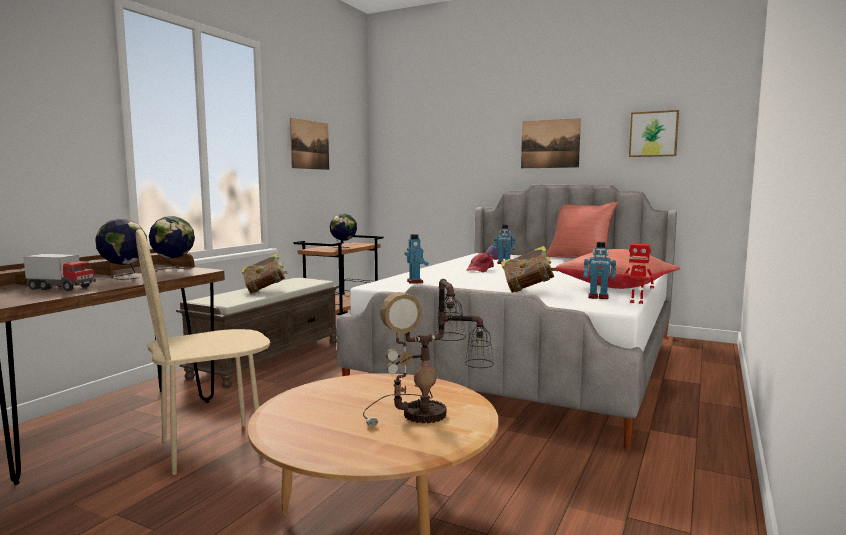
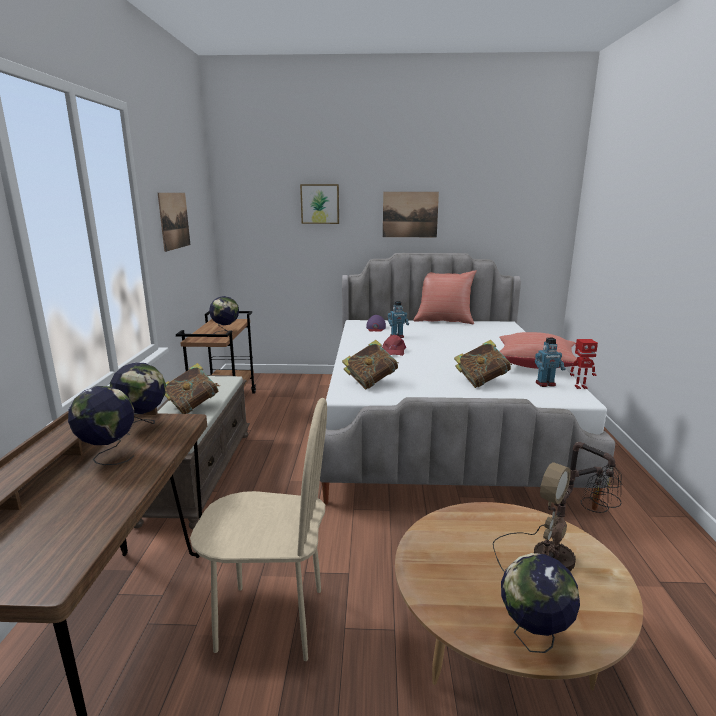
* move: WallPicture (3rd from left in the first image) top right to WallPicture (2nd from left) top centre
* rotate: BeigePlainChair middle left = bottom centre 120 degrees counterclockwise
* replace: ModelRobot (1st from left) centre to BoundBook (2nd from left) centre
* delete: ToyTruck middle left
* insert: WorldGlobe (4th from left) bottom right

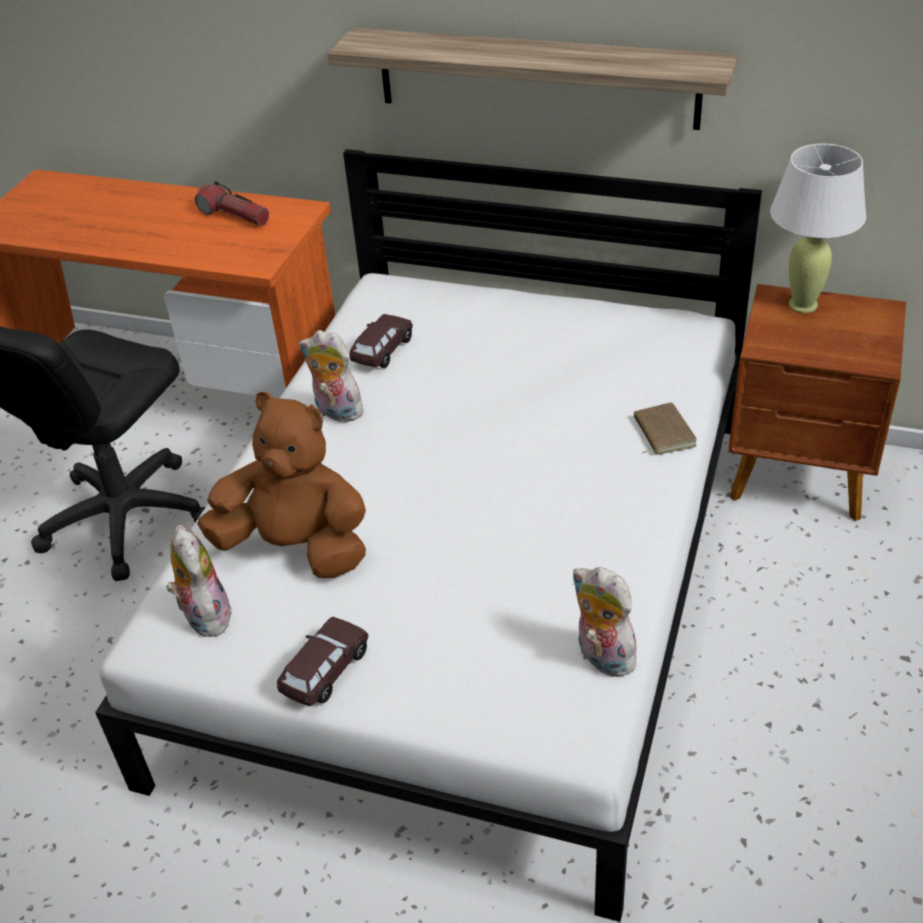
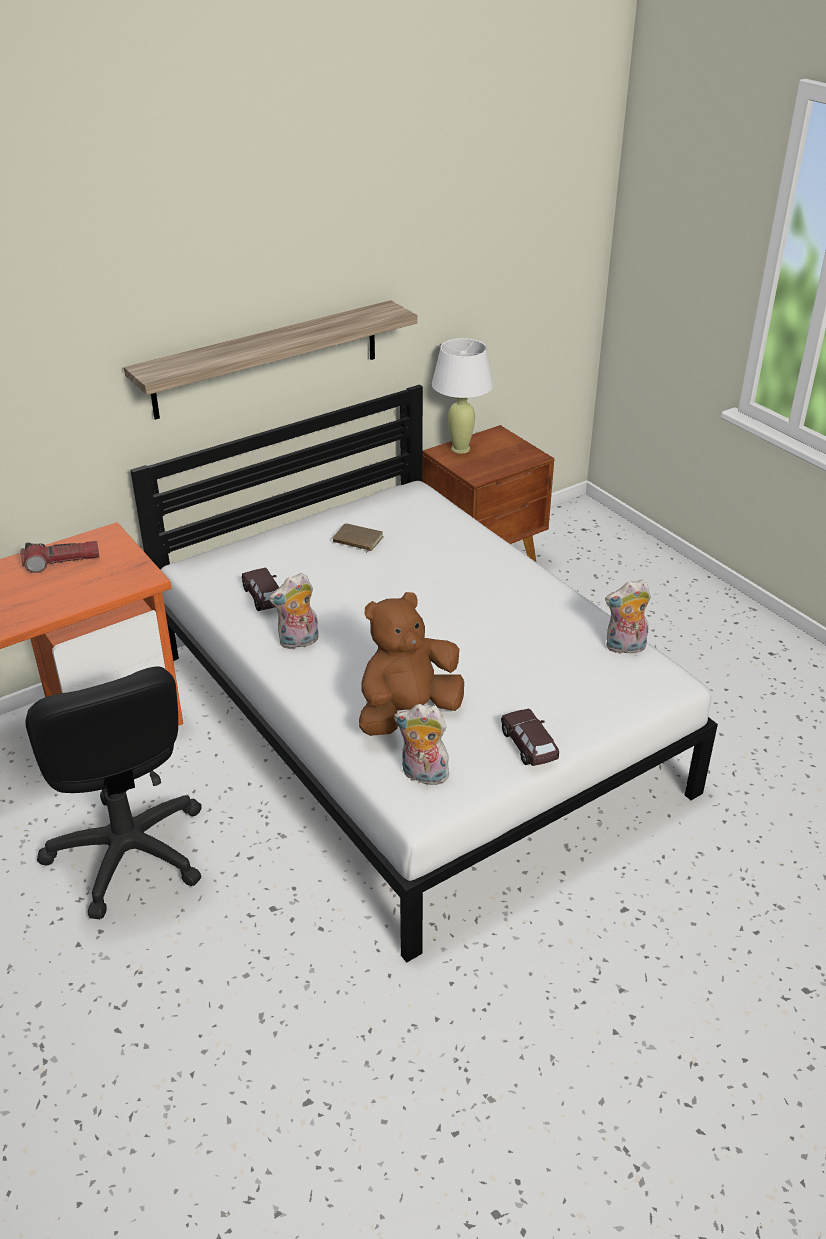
* move: BrownishBoundBook middle right to centre

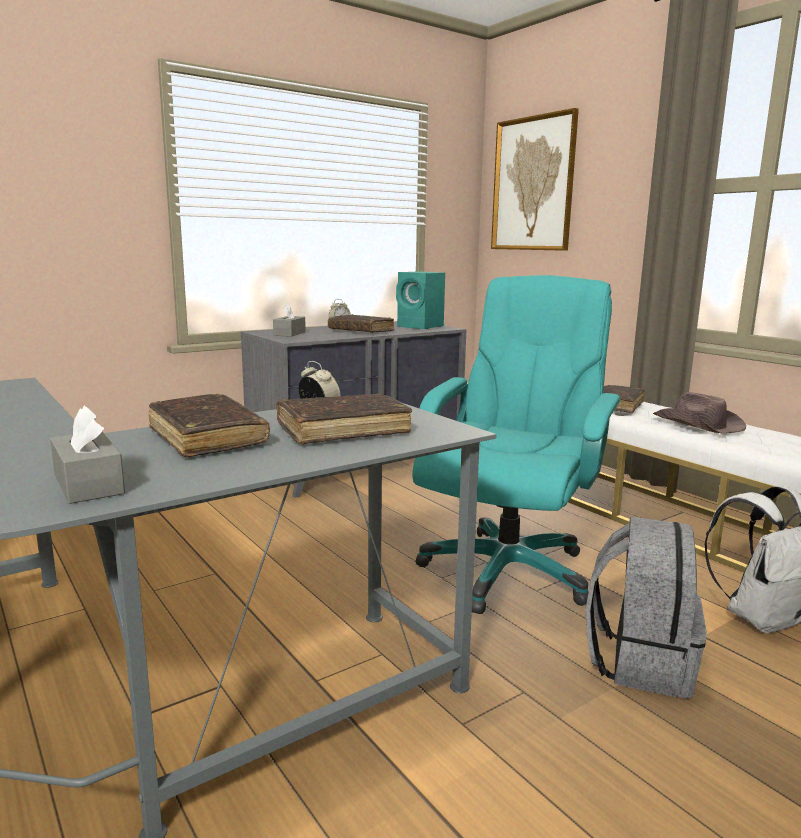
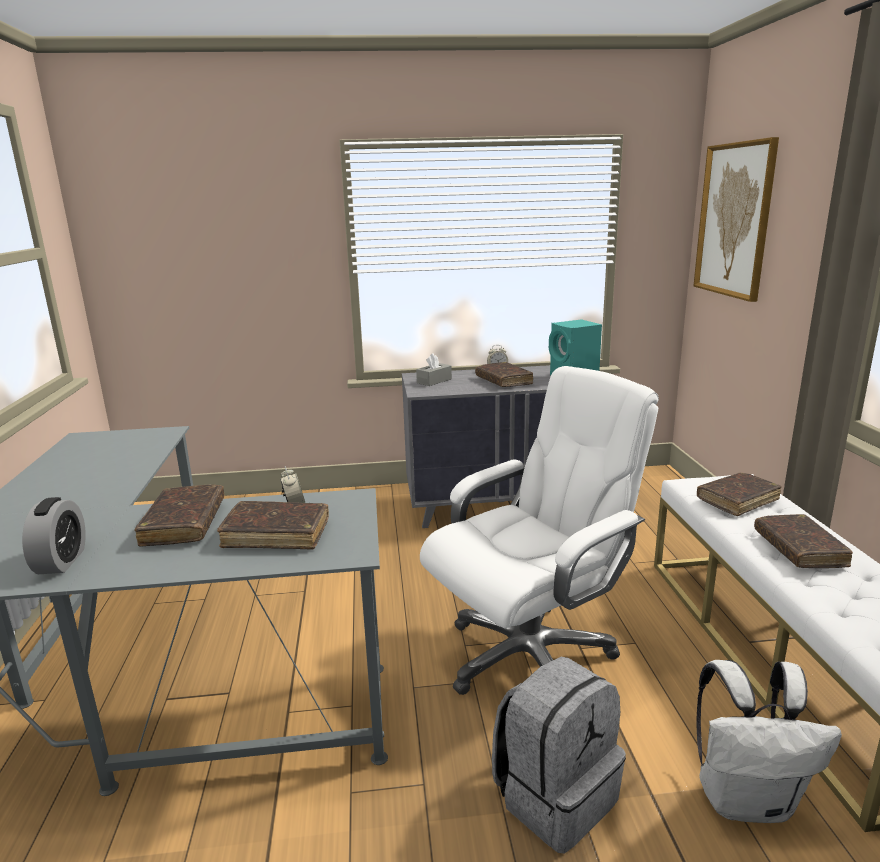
* recolor: BlueGreenComputerChair centre to WhiteComputerChair centre
* replace: BrownishHat middle right to BrownishBoundBook (5th from left) middle right
* replace: GreyishTissueHolder (1st from left) middle left to TableClock (1st from left) middle left

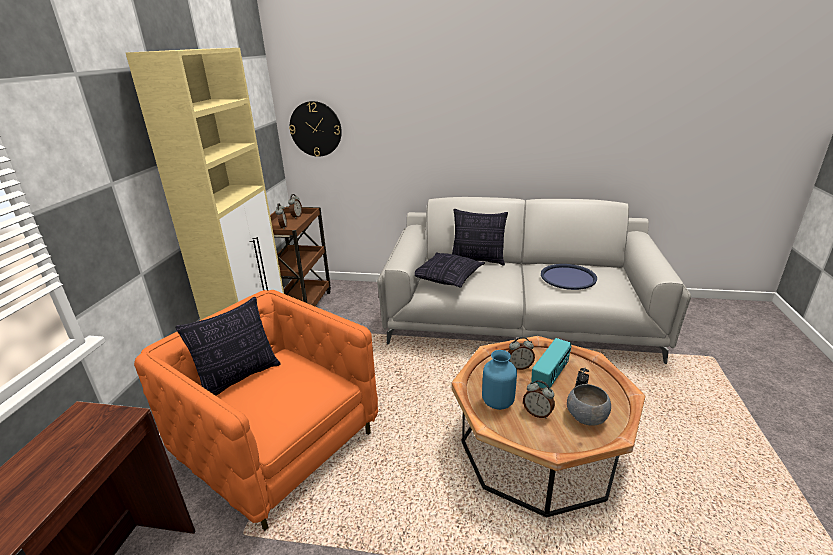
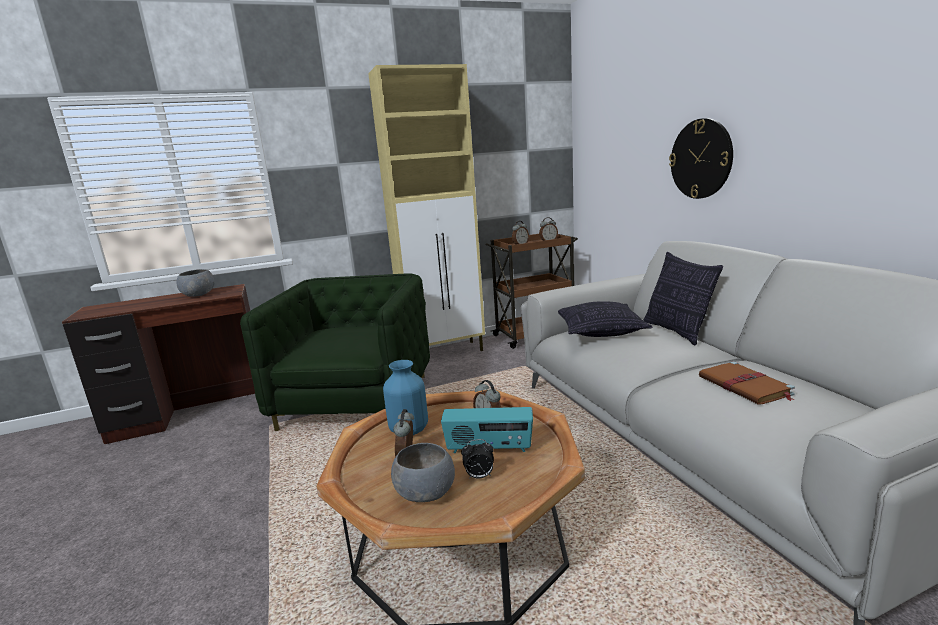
* move: HangingClock top centre to top right
* replace: BluishServingTray middle right to BrownishBoundBook middle right
* recolor: OrangeEasyChair bottom left to GreenColouredEasyChair centre
* delete: ThrowPillow (1st from left) middle left
* insert: GreyishServingBowl (1st from left) middle left

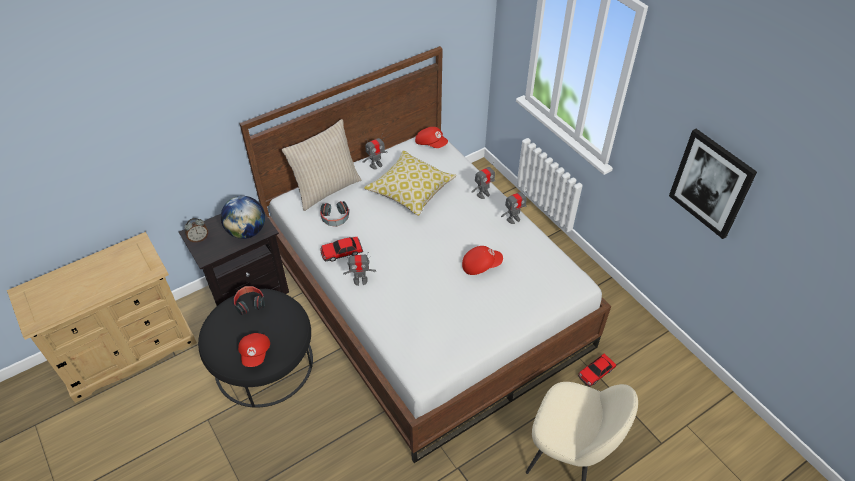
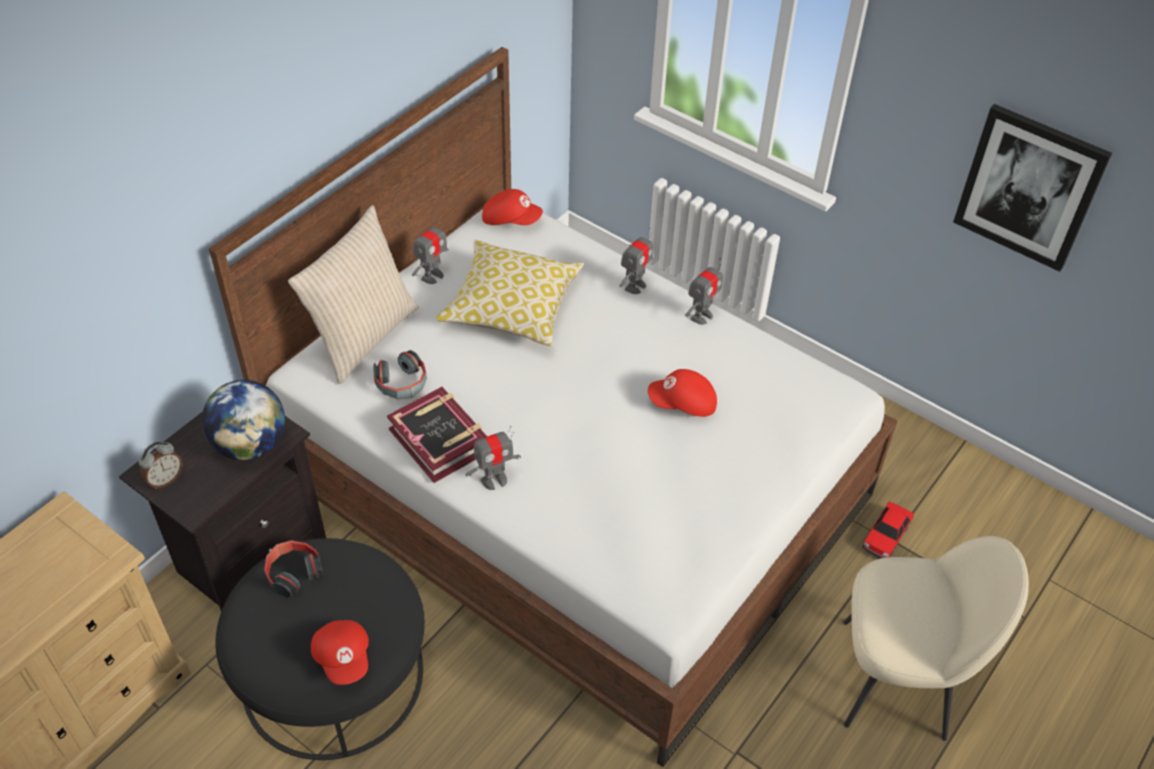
* replace: MiniatureCar (1st from left) centre to BoundBook centre
* rotate: ReddishBaseballCap (3rd from left) centre = centre 150 degrees counterclockwise

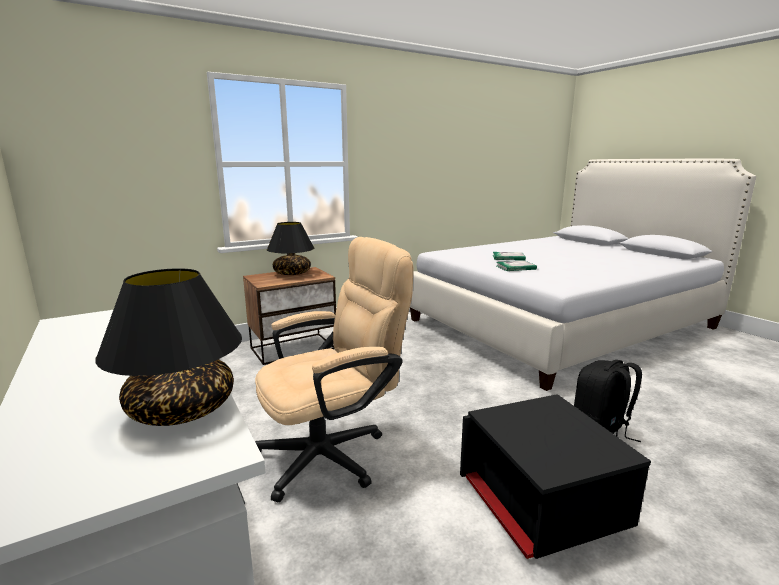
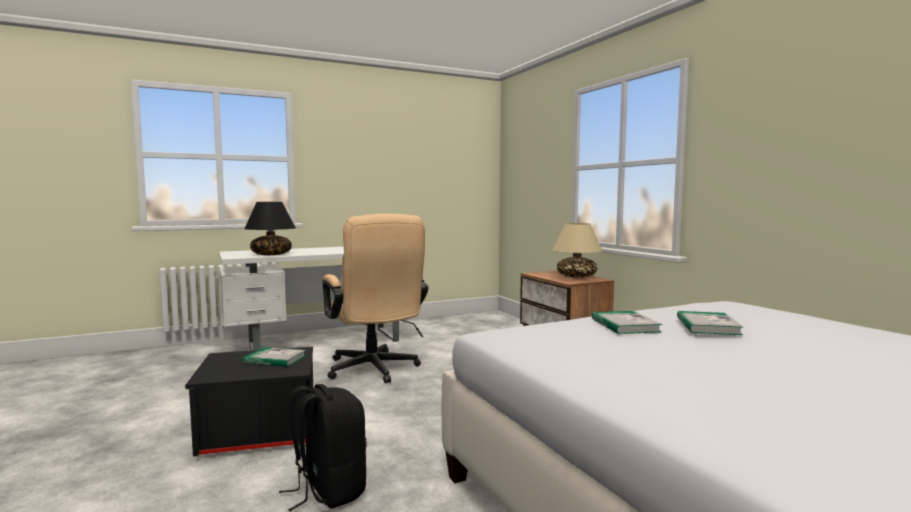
* recolor: BlackColouredTableLamp (2nd from left) centre to BeigeTableLamp centre
* insert: BoundBook (1st from left) bottom left

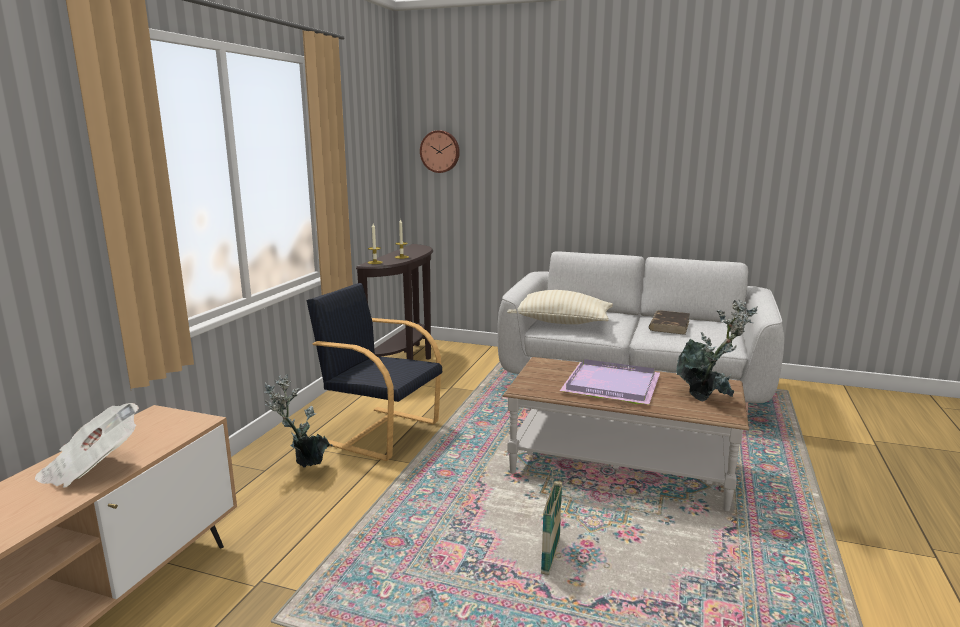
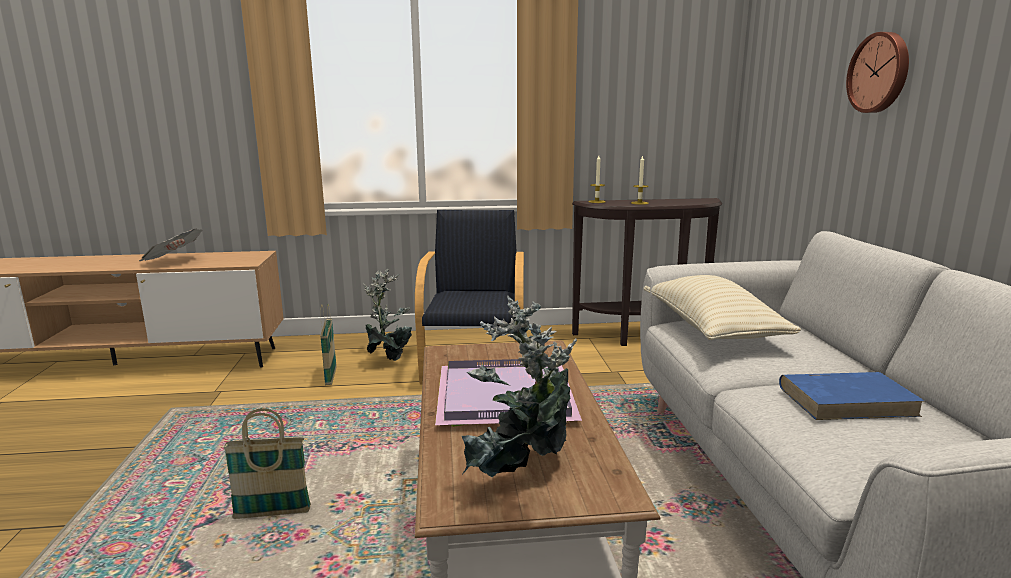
* move: HangingClock top centre to top right
* recolor: BrownishBoundBook middle right to BluishBoundBook bottom right
* insert: HouseholdBasket (2nd from left) middle left

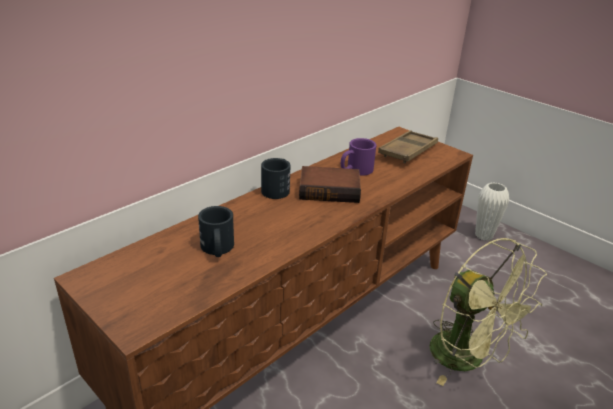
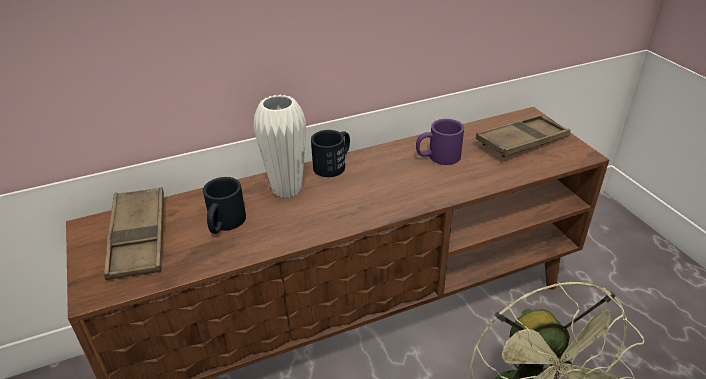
* delete: BoundBook centre
* move: WhiteFlowerVase middle right to centre
* insert: BrownishServingTray (1st from left) middle left

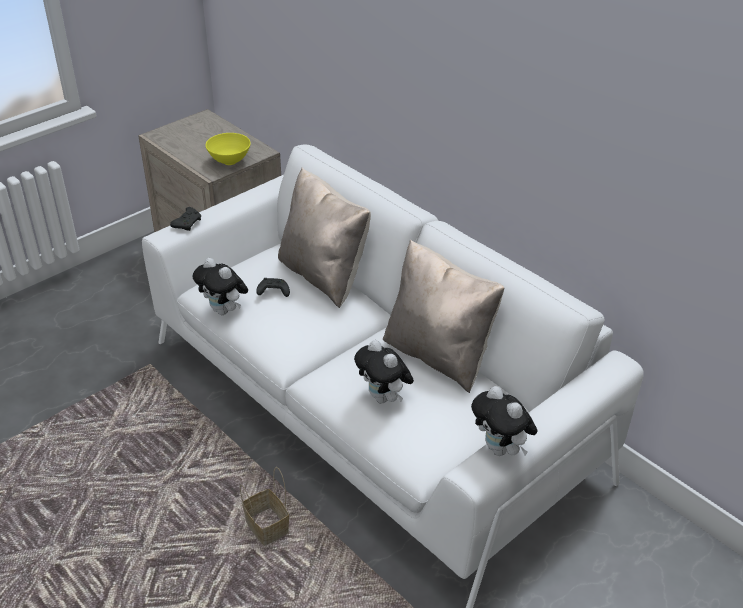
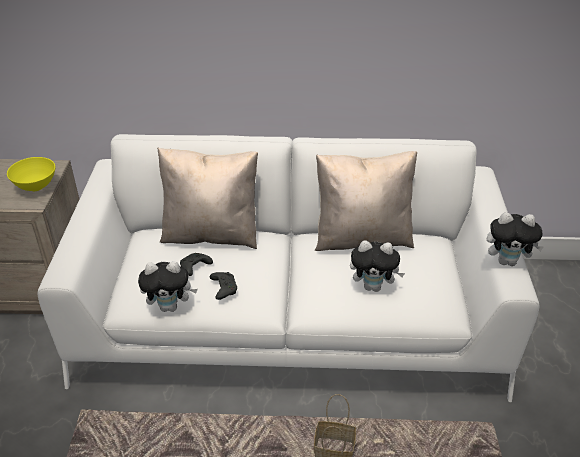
* move: BlackColouredGameController (1st from left in the first image) middle left to BlackColouredGameController (2nd from left) centre

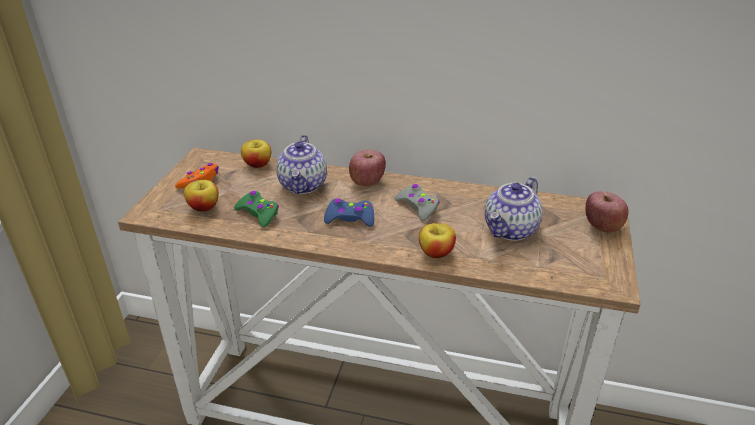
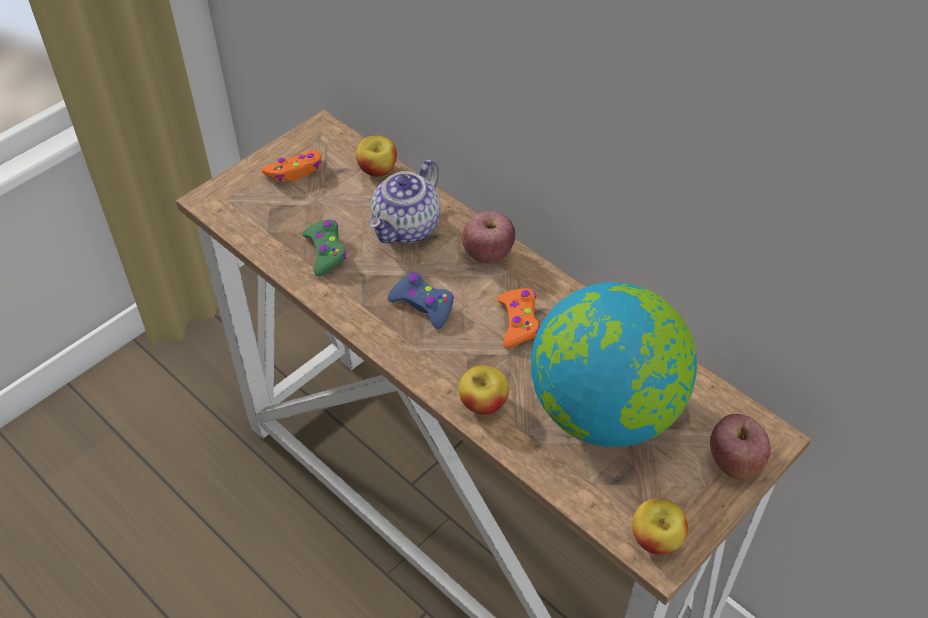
* replace: Teapot (2nd from left) middle right to WorldGlobe centre
* move: WholeApple (1st from left in the first image) middle left to WholeApple (4th from left) bottom right
* recolor: GreyishGameController centre to OrangeGameController (2nd from left) centre

